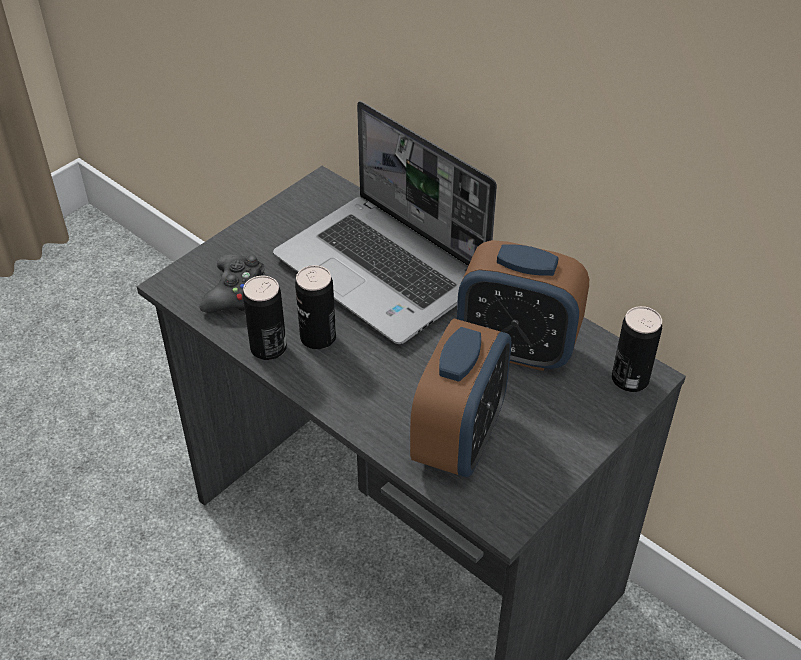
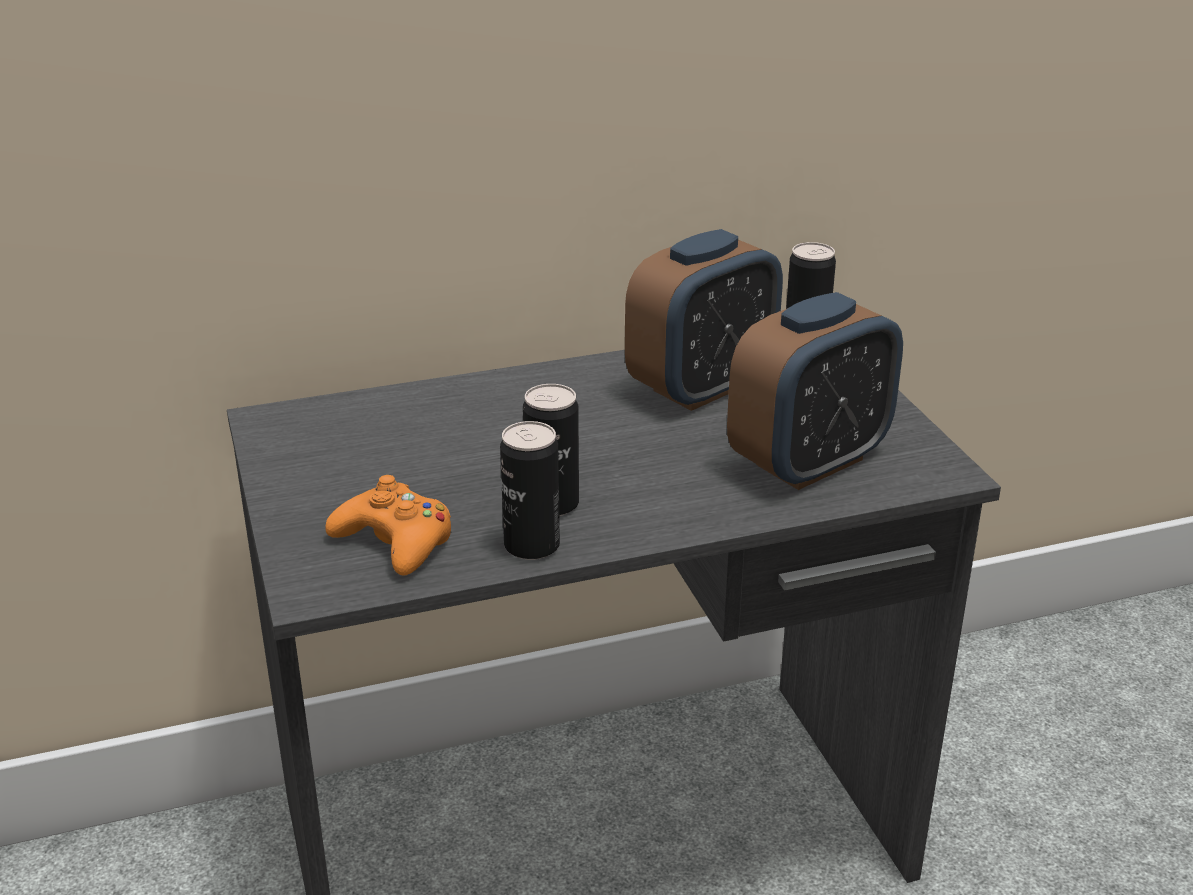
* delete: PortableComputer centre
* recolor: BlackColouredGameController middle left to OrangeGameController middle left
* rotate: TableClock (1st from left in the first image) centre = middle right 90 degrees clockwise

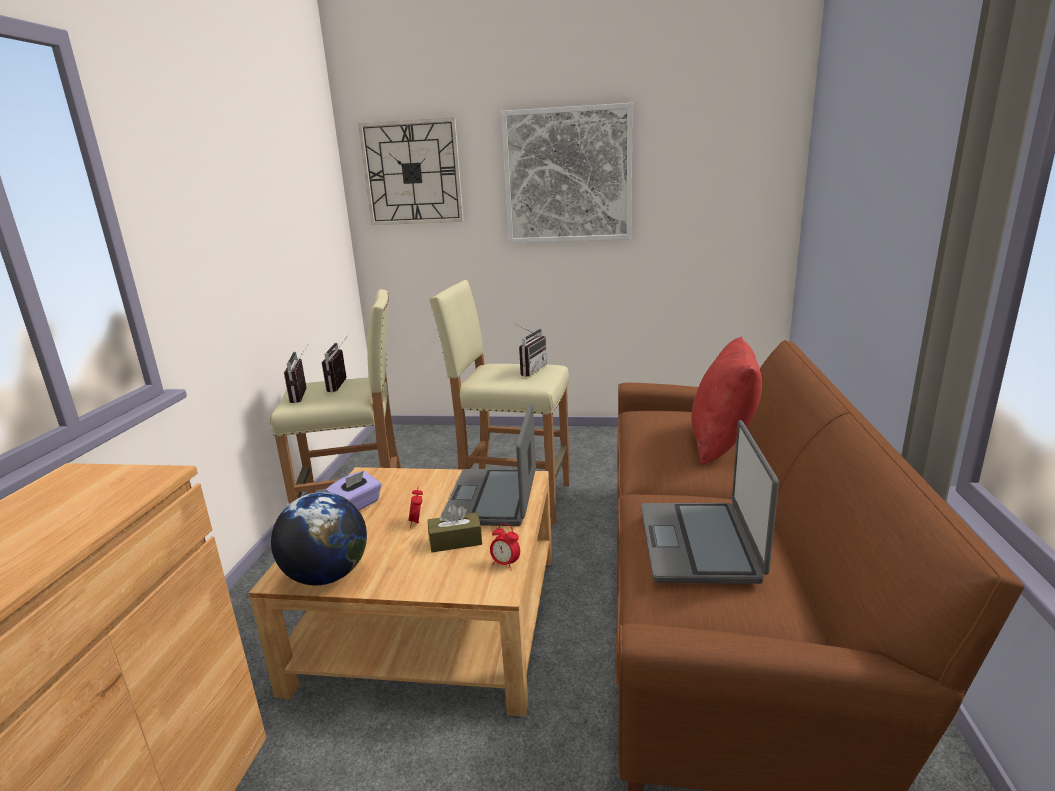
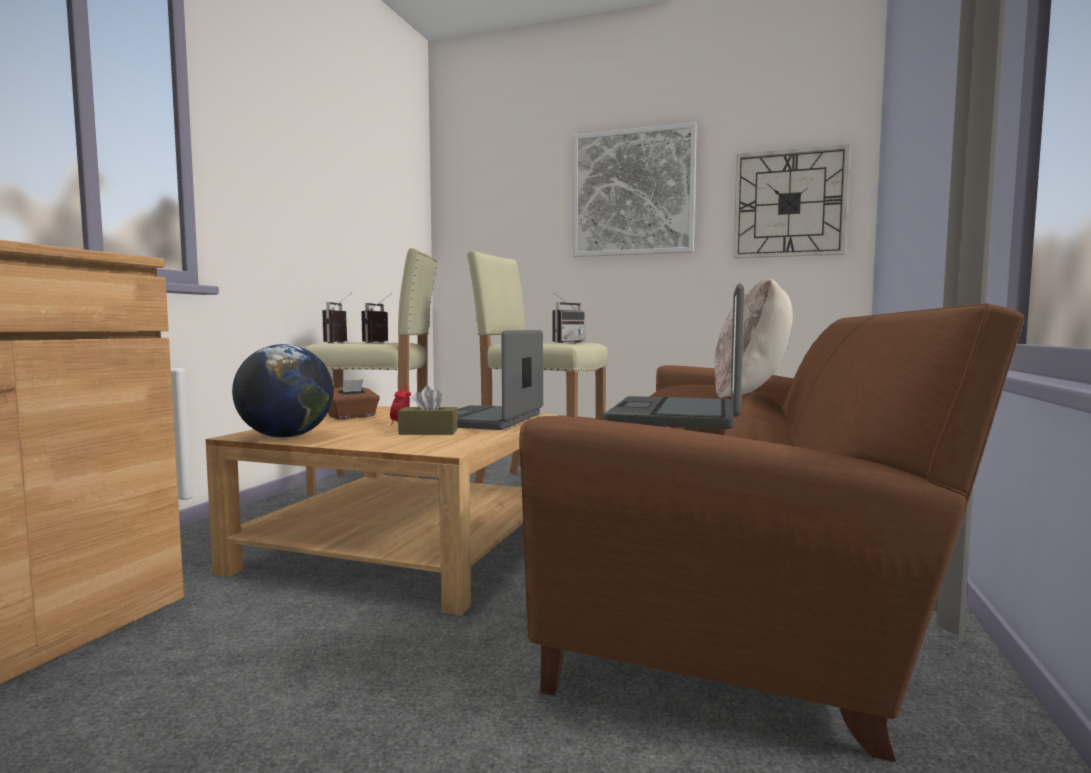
* move: HangingClock top centre to top right
* recolor: ReddishThrowPillow middle right to BeigeThrowPillow middle right
* recolor: PurpleColouredTissueHolder centre to BrownishTissueHolder (1st from left) middle left
* delete: TableClock (2nd from left) bottom centre

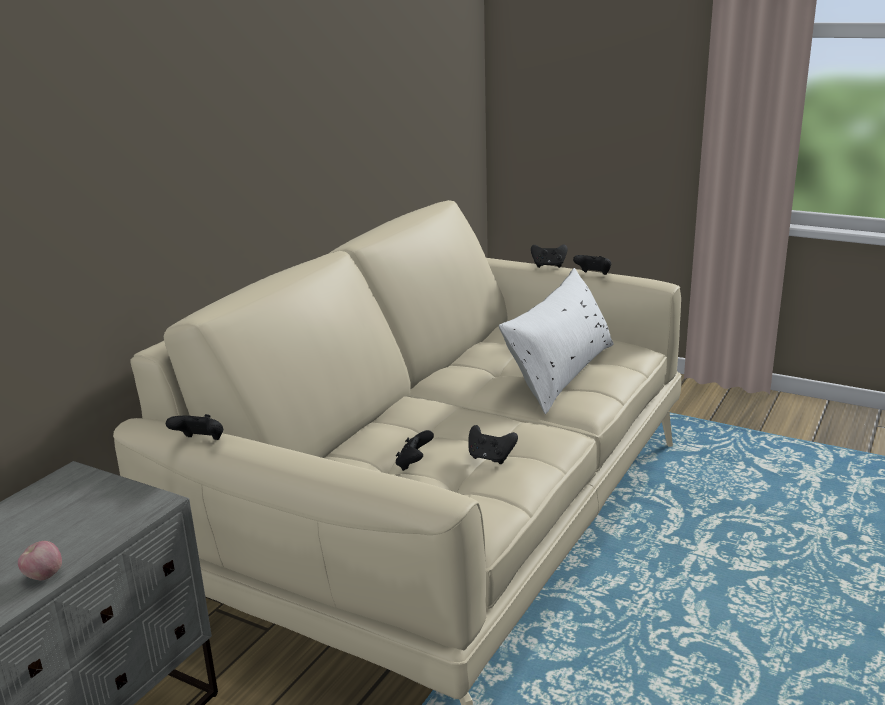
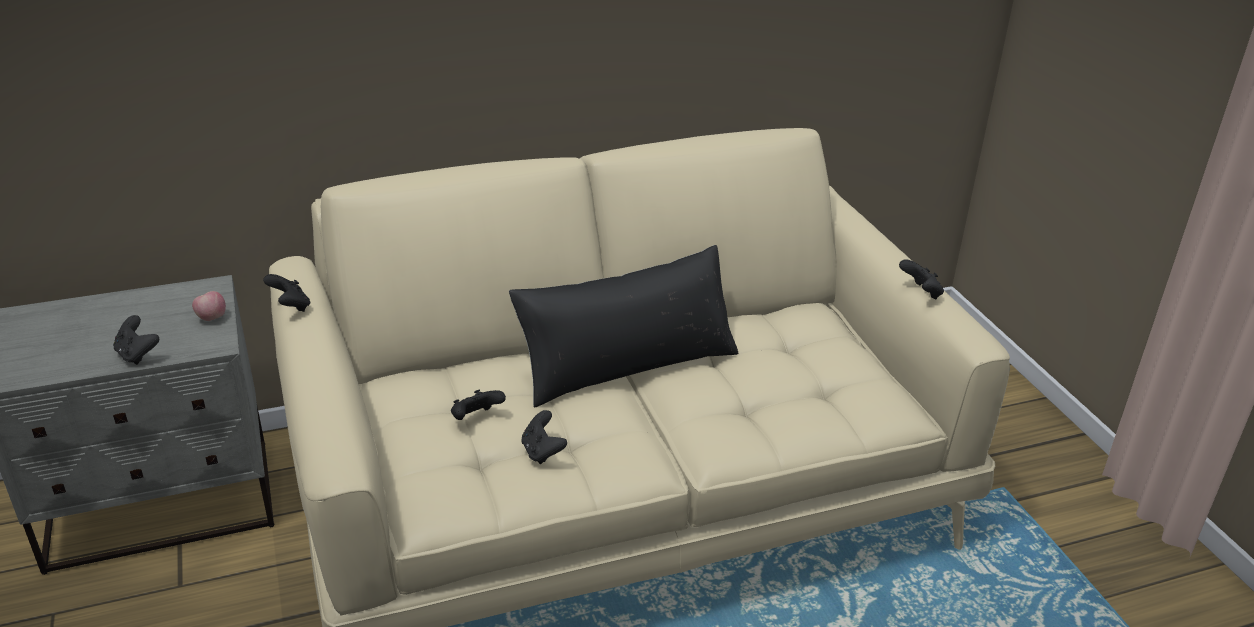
* move: BlackColouredGameController (4th from left in the first image) centre to BlackColouredGameController (1st from left) middle left
* delete: WhiteThrowPillow centre
* move: WholeApple bottom left to middle left
* insert: BlackColouredThrowPillow centre

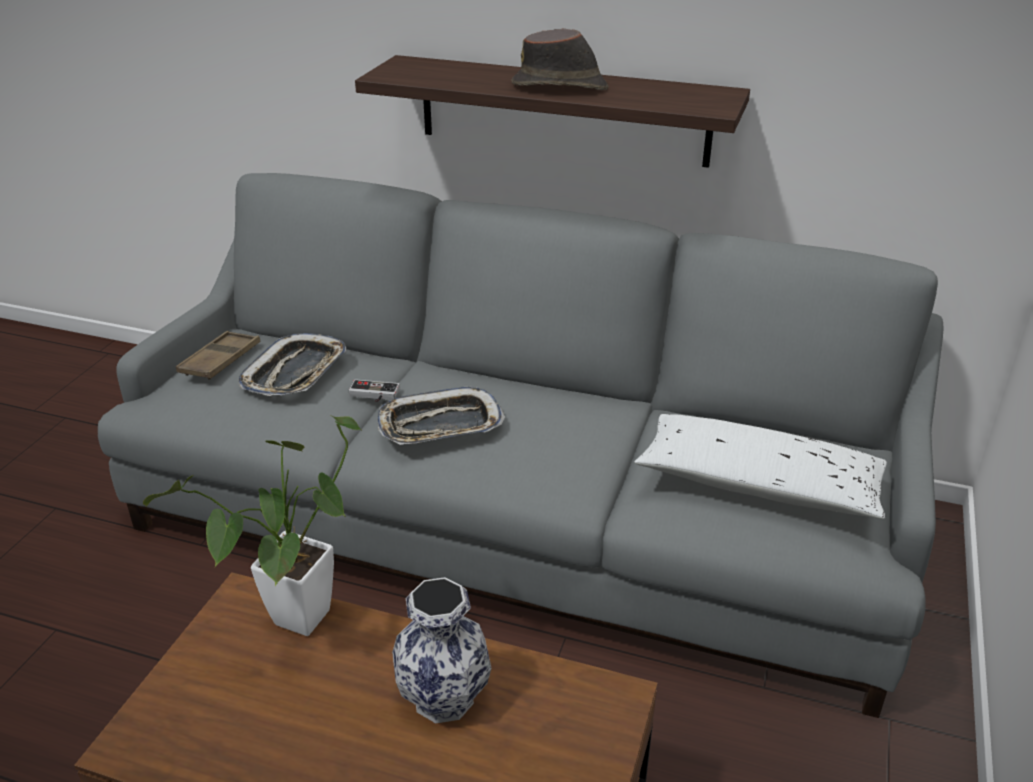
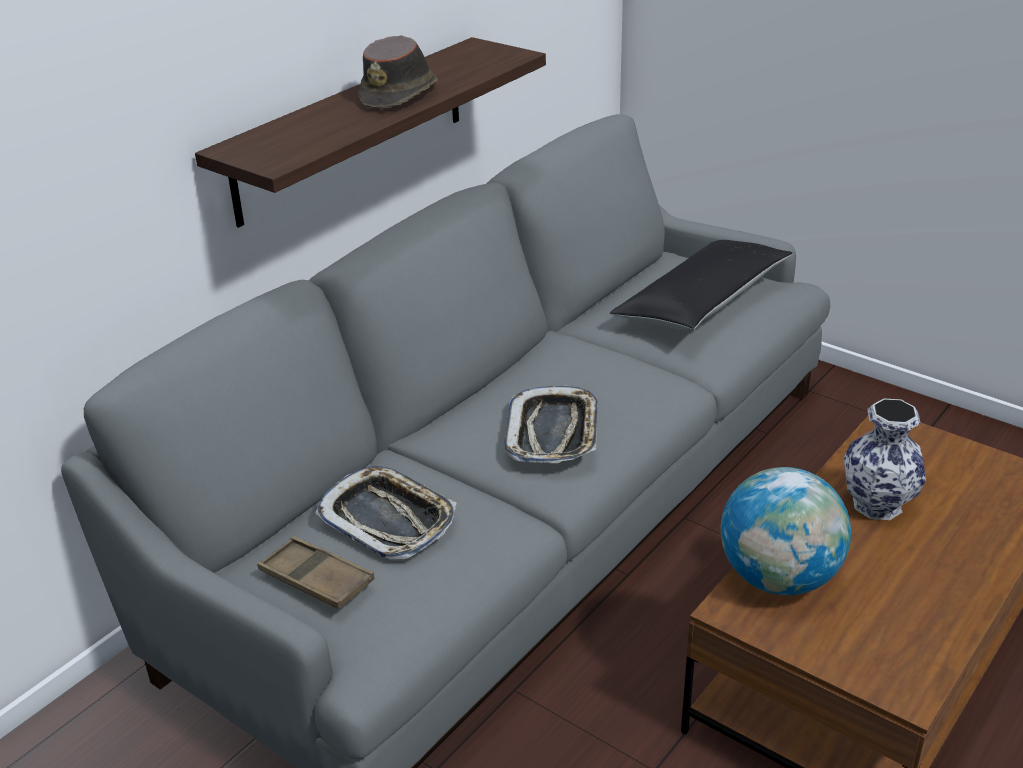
* delete: GameController centre
* recolor: WhiteThrowPillow middle right to BlackColouredThrowPillow middle right
* replace: PottedPlant bottom left to WorldGlobe bottom right

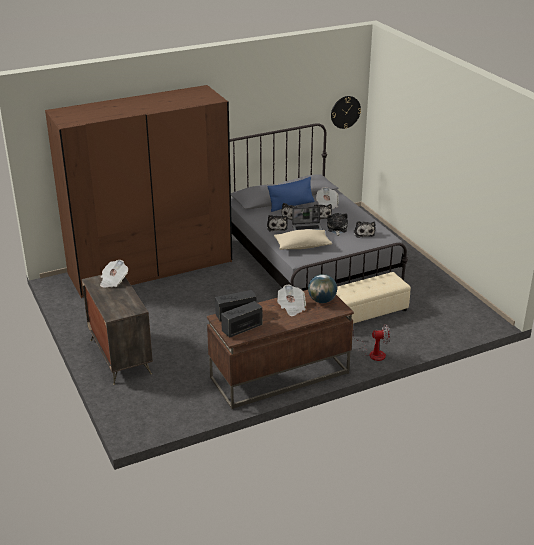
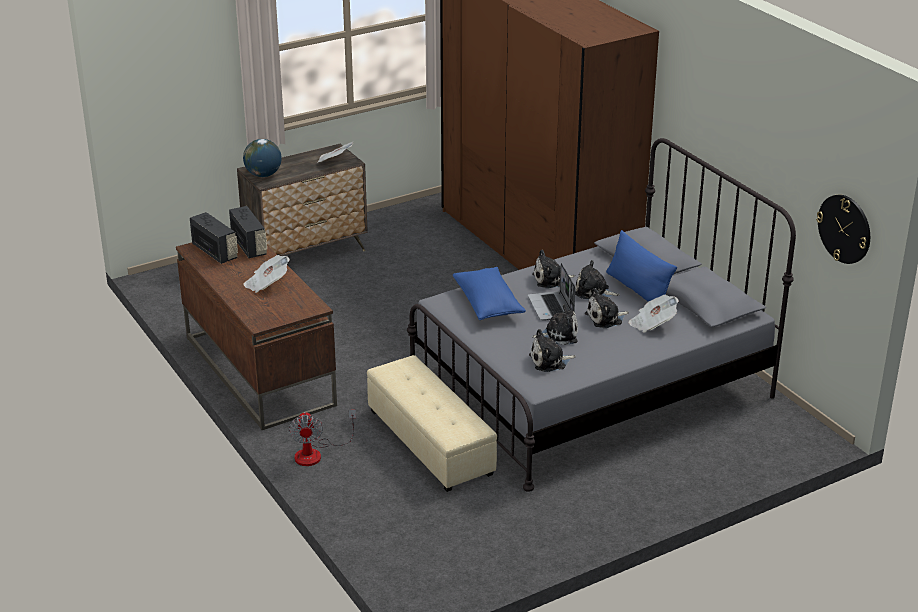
* recolor: BeigeThrowPillow centre to BluishThrowPillow (1st from left) centre
* move: WorldGlobe centre to top left

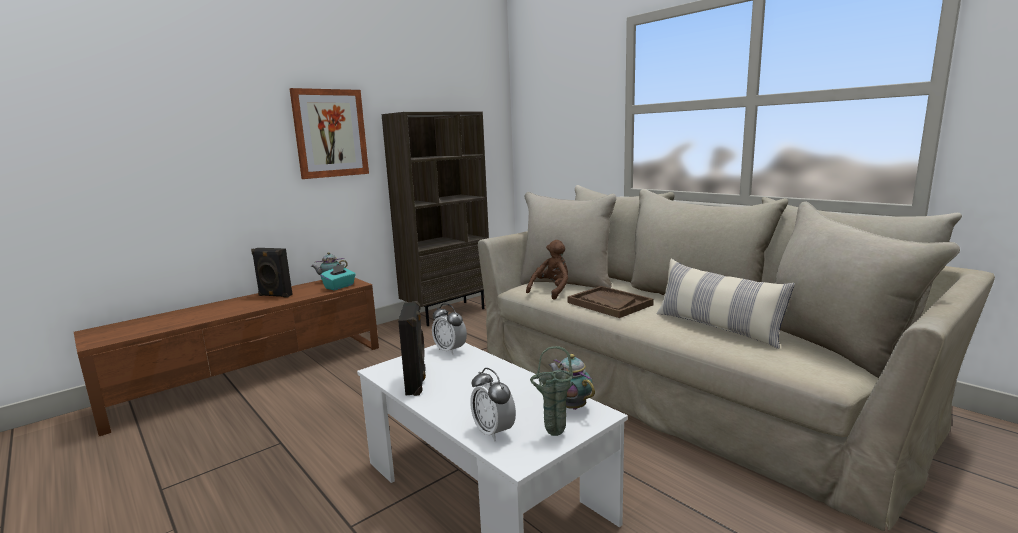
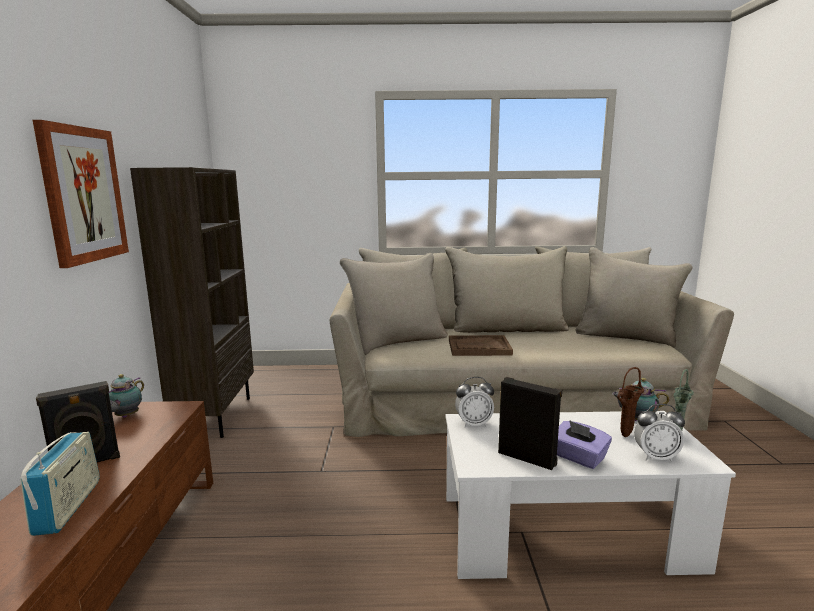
* delete: BrownishPlushToy centre
* delete: ThrowPillow middle right
* delete: BlueGreenTissueHolder middle left
* insert: BrownishFlowerVase middle right
* insert: PurpleColouredTissueHolder bottom right
* insert: RadioSet bottom left

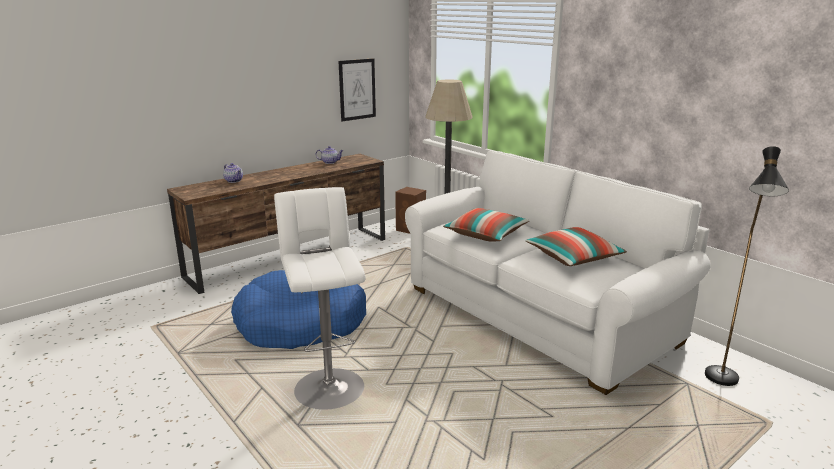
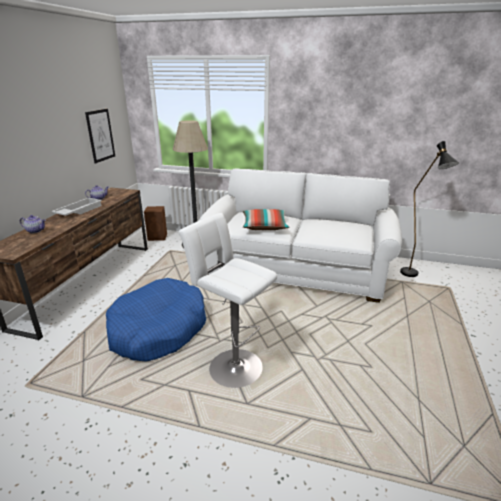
* delete: ThrowPillow (2nd from left) middle right
* insert: WhiteServingTray middle left

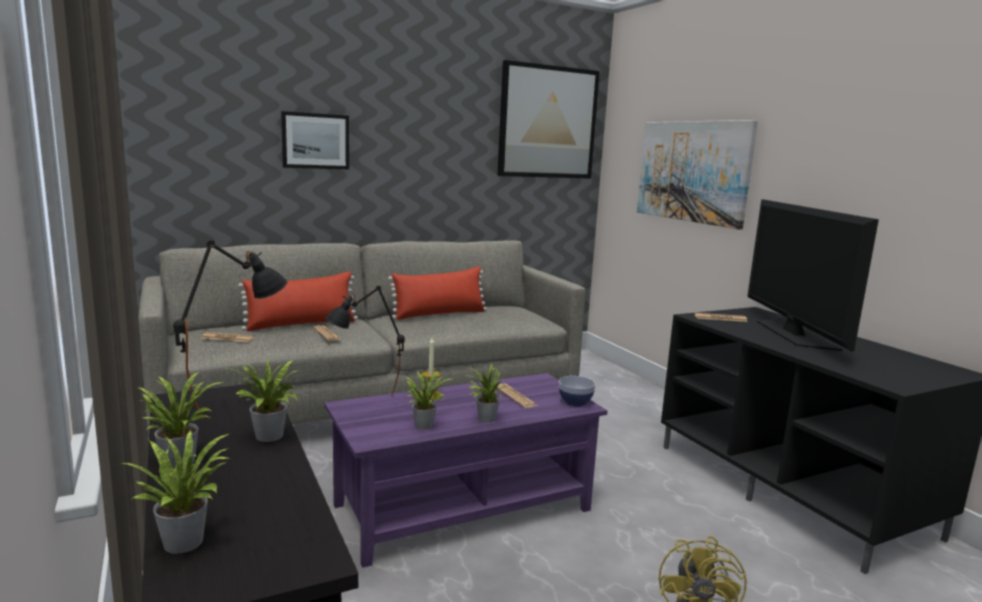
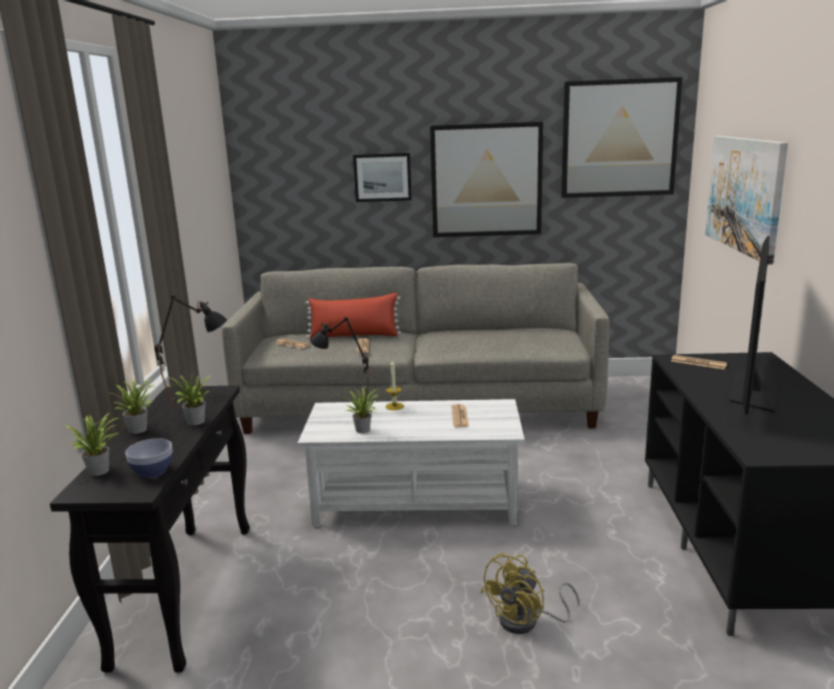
* delete: ReddishThrowPillow (2nd from left) centre
* delete: PottedPlant (5th from left) centre
* recolor: PurpleColouredCoffeeTable bottom centre to WhiteCoffeeTable bottom centre
* move: ServingBowl centre to middle left
* insert: WallPicture (2nd from left) top centre

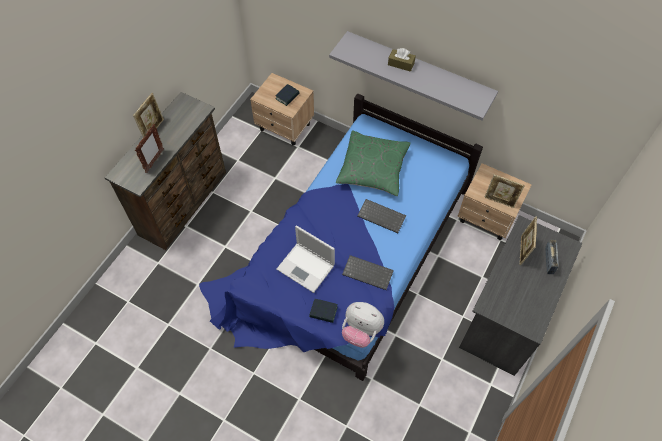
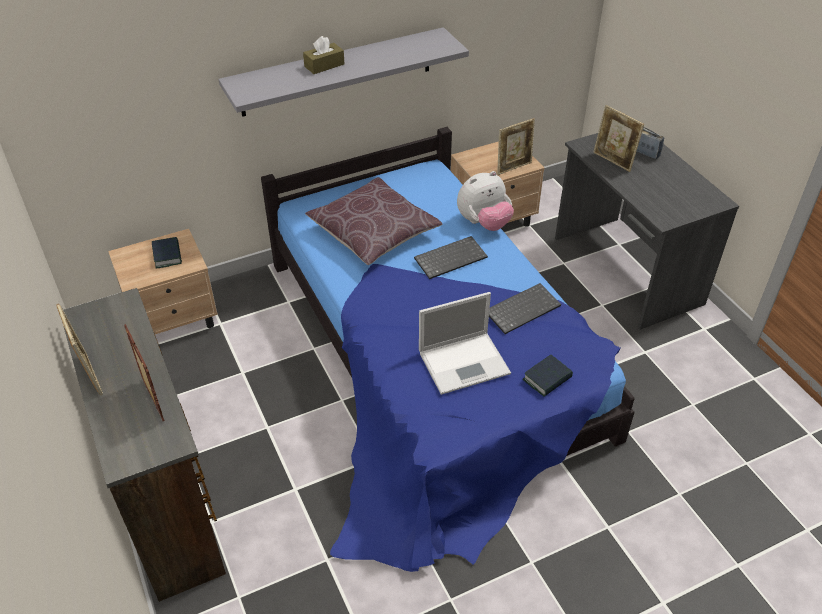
* recolor: GreenColouredThrowPillow centre to BrownishThrowPillow centre
* move: PlushToy bottom centre to top centre

